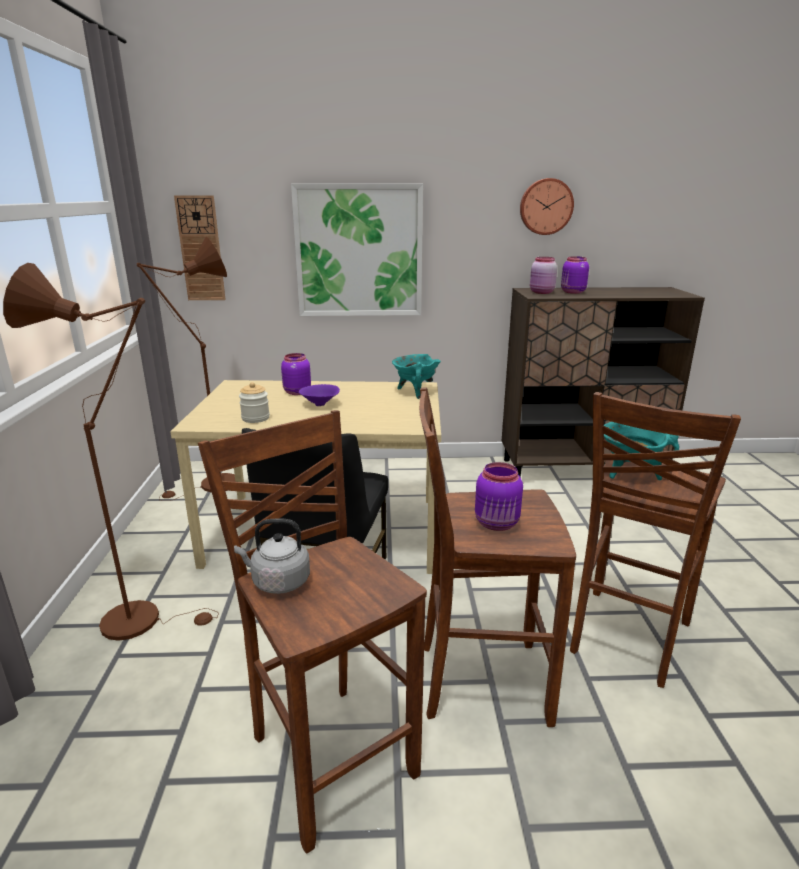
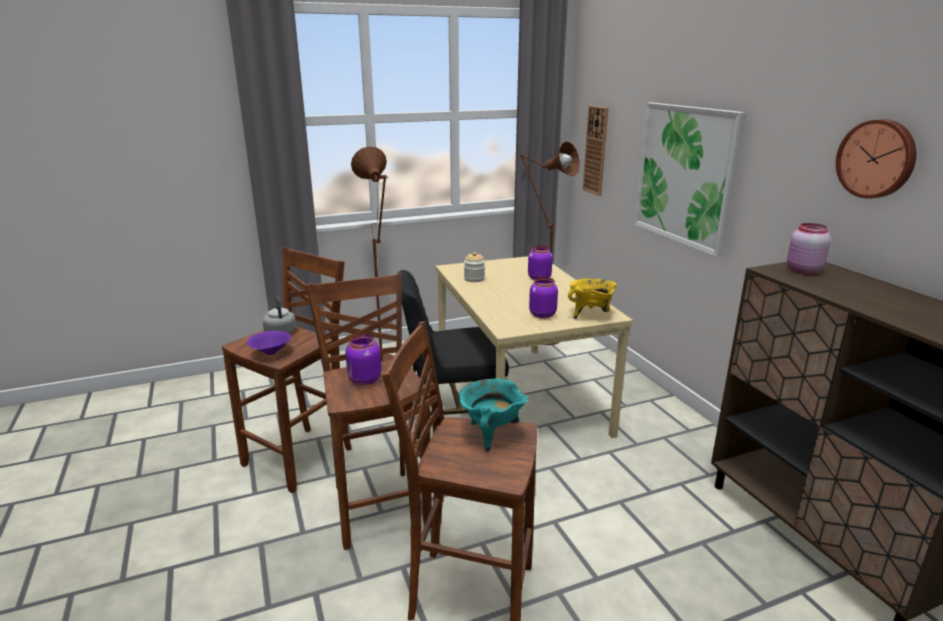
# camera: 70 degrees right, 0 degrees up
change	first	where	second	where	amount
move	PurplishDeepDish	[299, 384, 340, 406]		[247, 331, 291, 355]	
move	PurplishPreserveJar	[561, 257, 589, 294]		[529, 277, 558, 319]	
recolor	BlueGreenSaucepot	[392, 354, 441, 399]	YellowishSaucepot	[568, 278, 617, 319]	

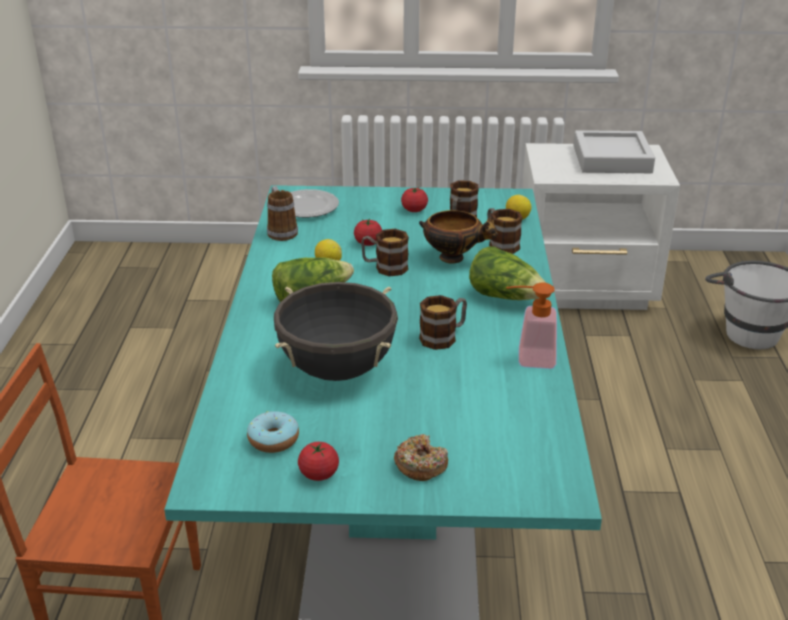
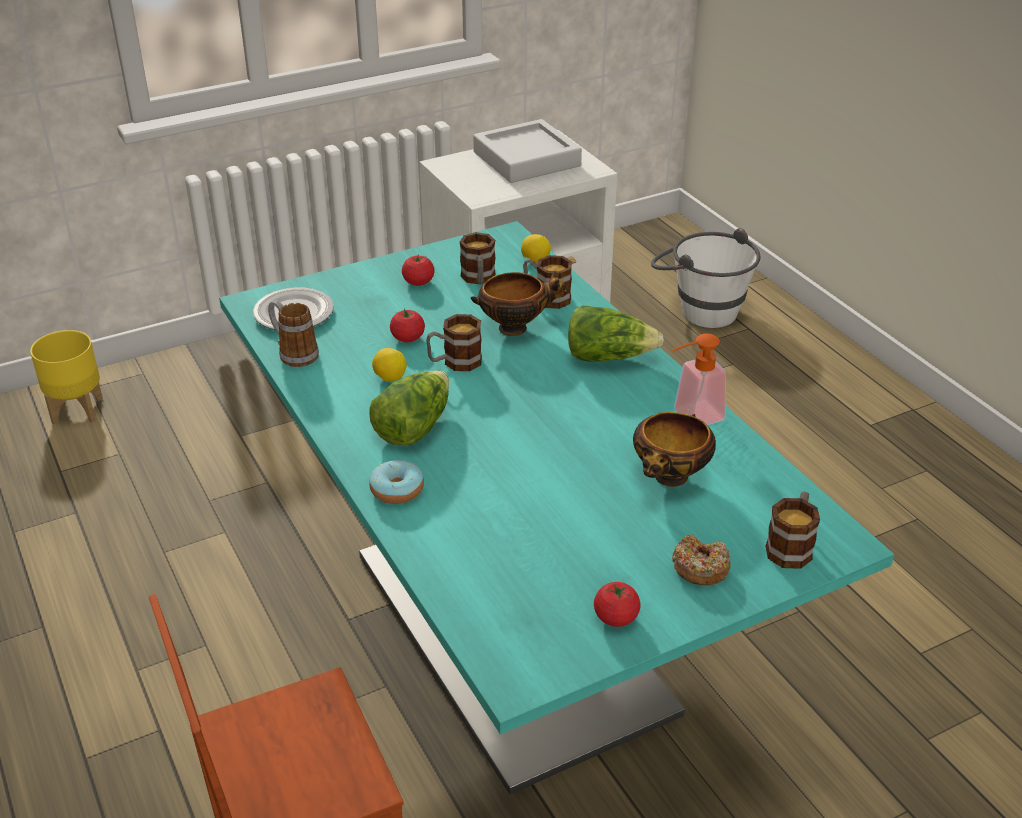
# camera: 30 degrees left, 5 degrees up
change	first	where	second	where	amount
insert			YellowishPlanter	[30, 330, 103, 424]	
move	Donut	[247, 411, 299, 453]		[369, 460, 424, 504]	
insert			DeepDish	[633, 412, 716, 487]	
move	Mug	[419, 295, 467, 350]		[766, 492, 820, 569]	
delete	BlackColouredSaucepot	[274, 282, 398, 381]			

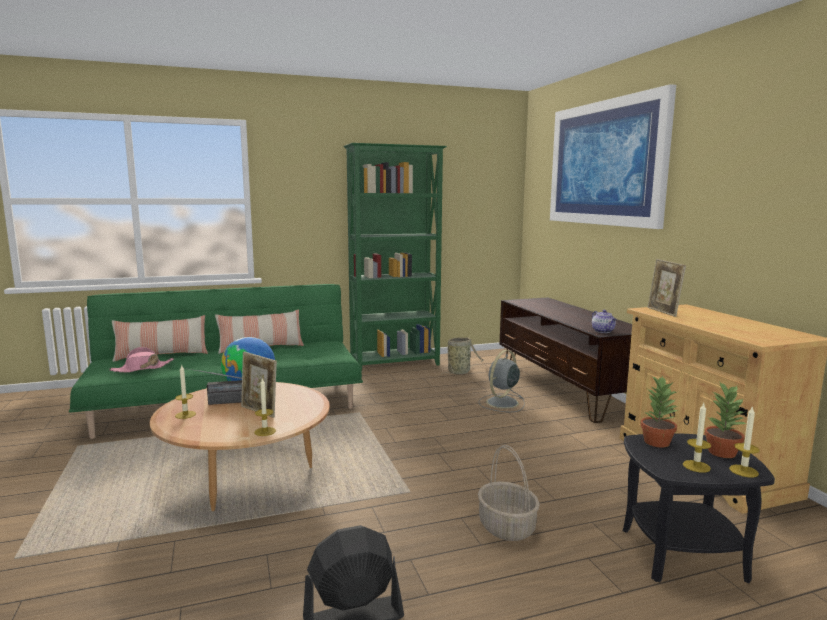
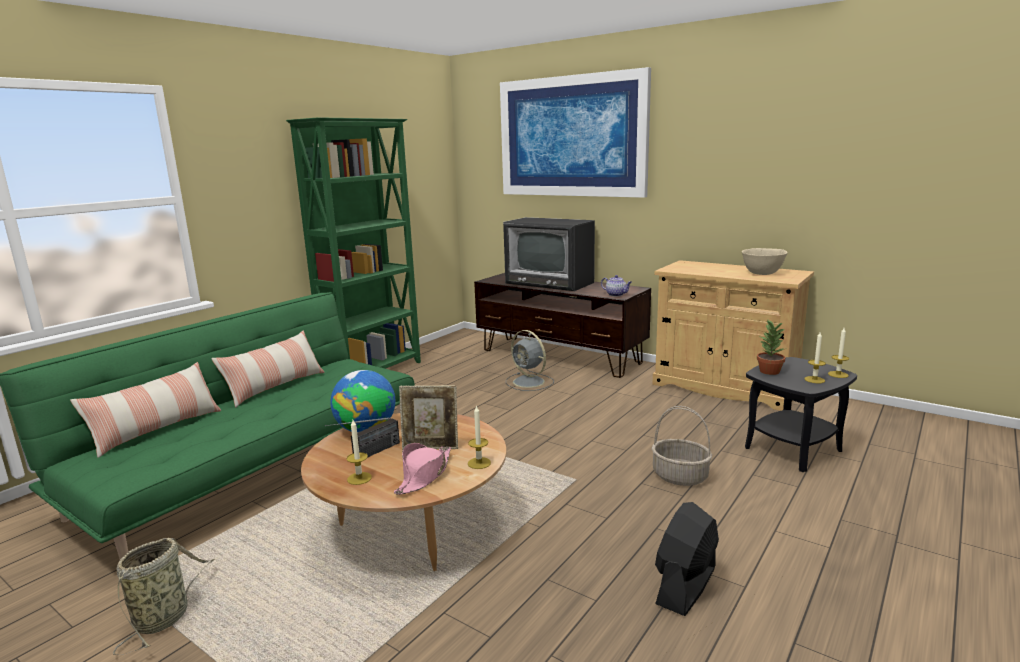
# camera: 35 degrees left, 5 degrees up
change	first	where	second	where	amount
move	Basket	[441, 337, 484, 374]		[113, 538, 215, 655]	
move	PinkWearableHat	[109, 347, 174, 373]		[394, 443, 451, 495]	
insert			Tv	[503, 217, 595, 291]	
rotate	GreyishElectricFan	[478, 350, 525, 412]		[506, 330, 554, 391]	45 degrees counterclockwise
insert			SandColouredDeepDish	[742, 248, 787, 275]	
delete	PhotoFrame	[648, 259, 686, 317]			
delete	Houseplant	[705, 381, 747, 458]			

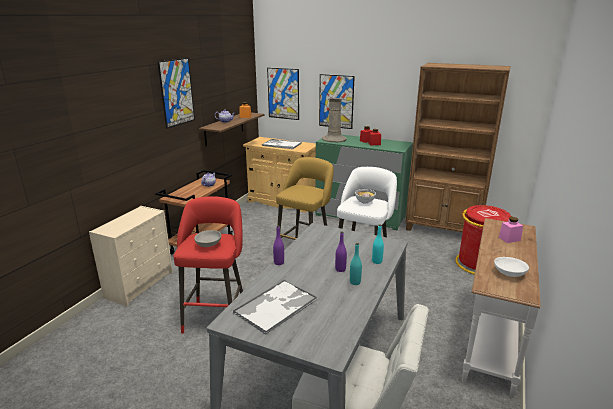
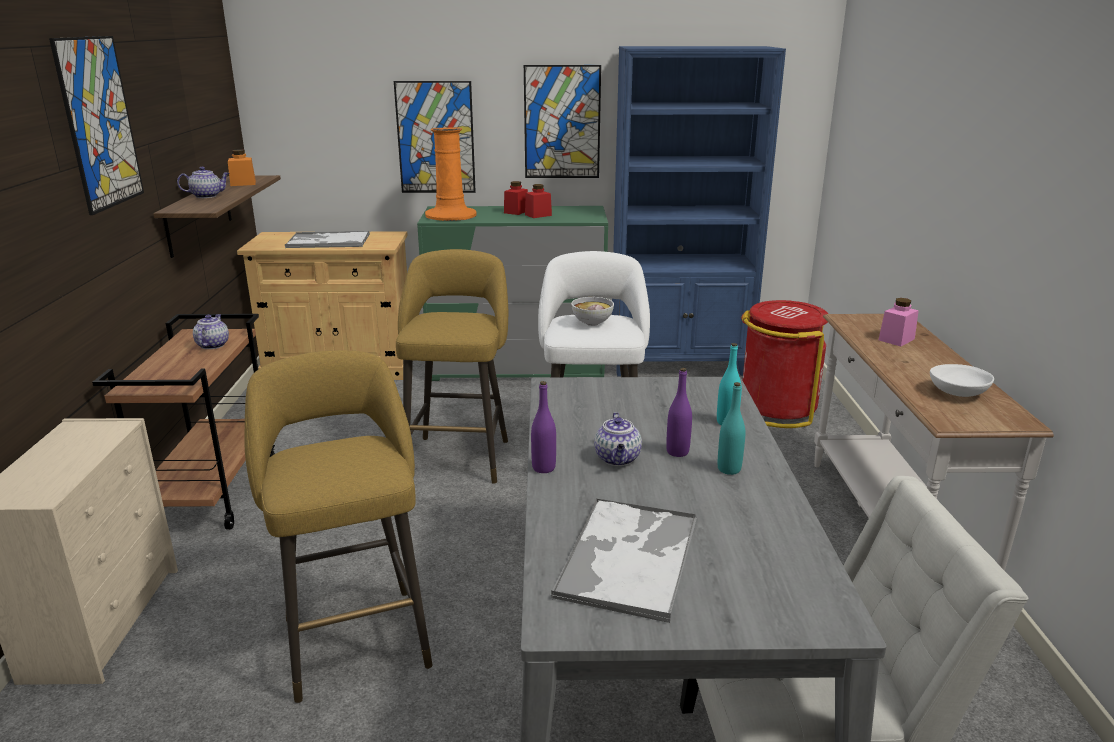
# camera: 25 degrees left, 0 degrees up
change	first	where	second	where	amount
recolor	RedColouredStoolSeat	[174, 196, 243, 333]	YellowishStoolSeat	[244, 350, 433, 703]	
recolor	SandColouredVase	[322, 98, 346, 143]	OrangeColouredVase	[425, 127, 477, 221]	
move	WallPicture	[267, 68, 299, 120]		[524, 65, 601, 178]	
insert			TeaPot	[594, 412, 642, 466]	
recolor	BrownishShelvingUnit	[405, 63, 511, 233]	BluishShelvingUnit	[612, 46, 786, 376]	
delete	GreyishDeepDish	[194, 230, 221, 247]			

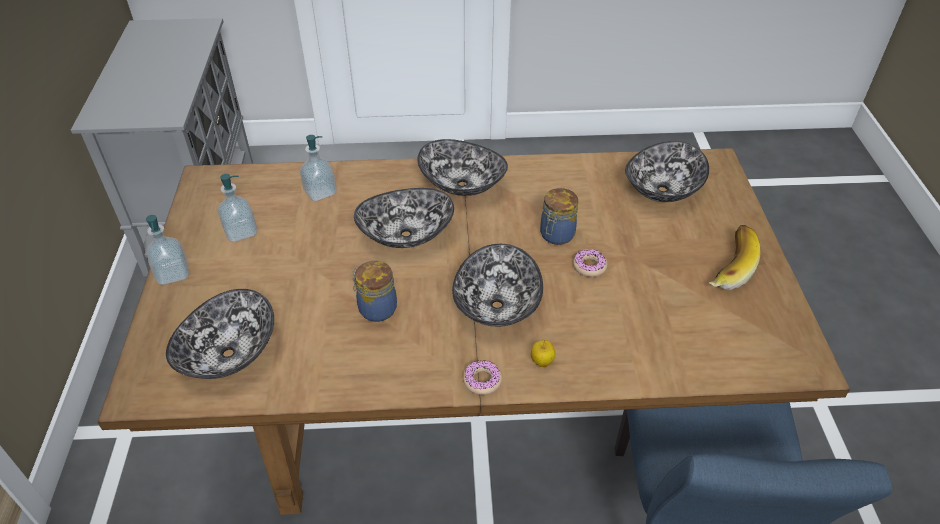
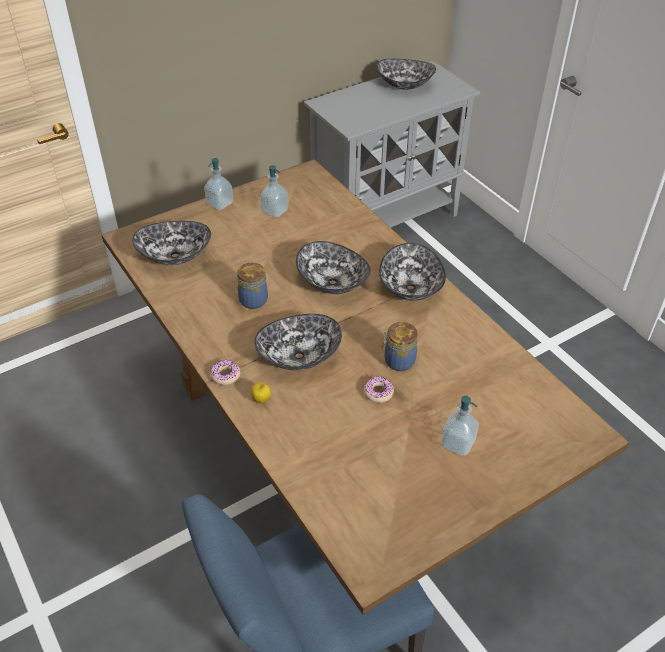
# camera: 60 degrees right, 0 degrees up
change	first	where	second	where	amount
move	DeepDish	[625, 141, 709, 202]		[376, 59, 436, 90]	
move	LiquidSoapBottle	[300, 135, 337, 201]		[441, 396, 478, 456]	
delete	Banana	[708, 225, 761, 290]			

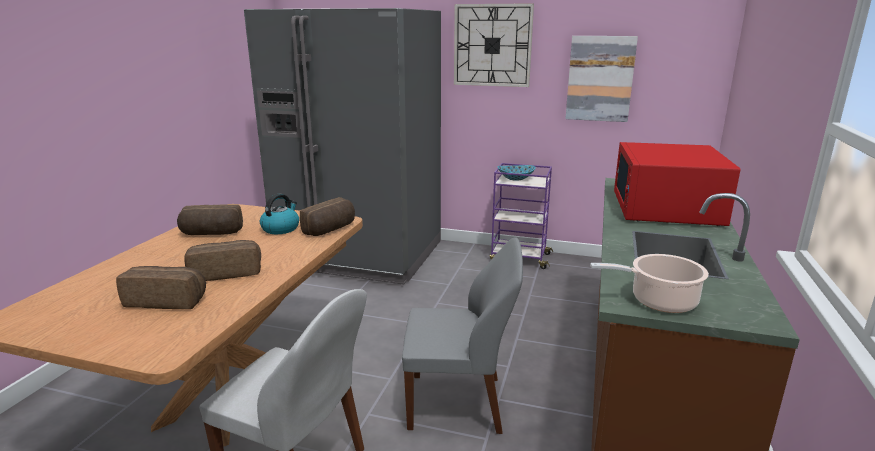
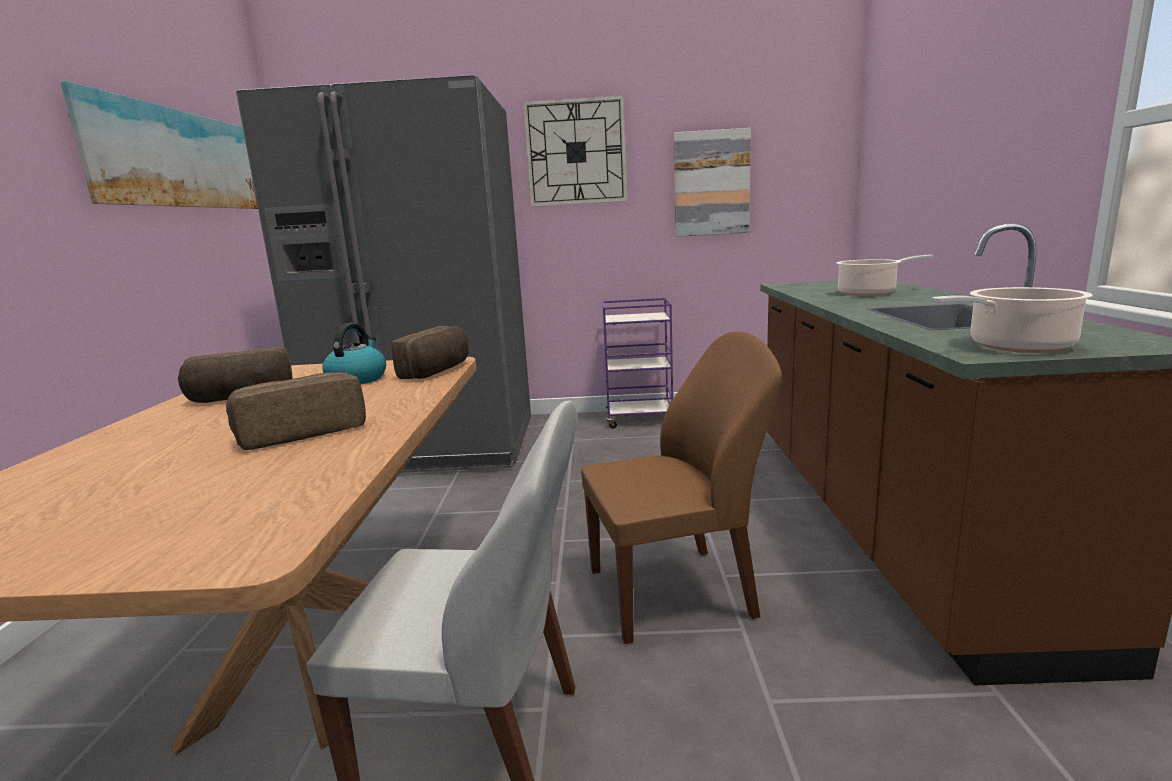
# camera: 15 degrees left, 5 degrees down
change	first	where	second	where	amount
insert			WallPicture	[61, 81, 258, 209]	
recolor	GreyishUprightChair	[402, 237, 523, 434]	BrownishUprightChair	[581, 332, 782, 644]	
replace	RedColouredMicrowaveOven	[614, 142, 741, 226]	Saucepot	[836, 255, 933, 296]	
delete	Bread	[116, 266, 206, 309]			
delete	DeepDish	[498, 165, 536, 181]			

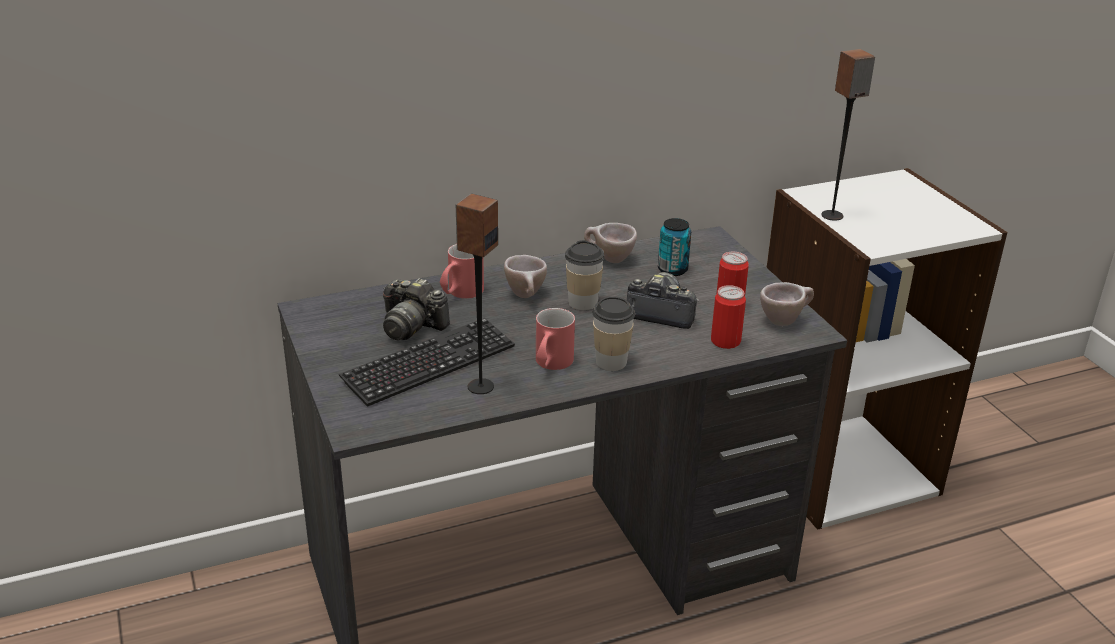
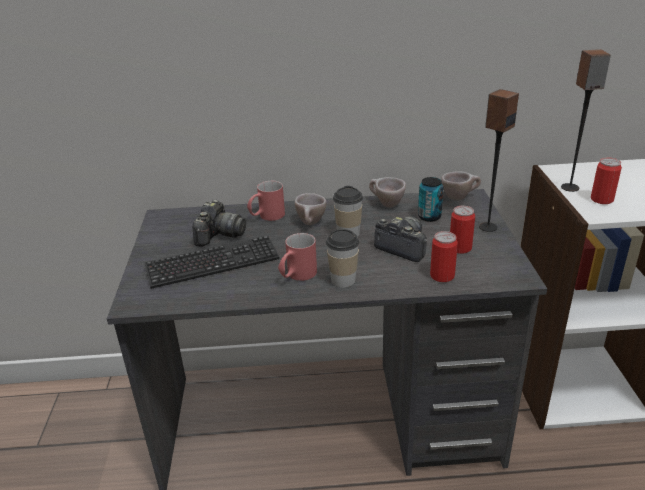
# camera: 20 degrees right, 0 degrees up
change	first	where	second	where	amount
rotate	StillCamera	[383, 278, 450, 341]		[192, 200, 246, 247]	120 degrees counterclockwise
move	SandColouredCup	[760, 282, 814, 326]		[441, 172, 481, 200]	
move	Loudspeaker	[456, 194, 498, 394]		[479, 89, 519, 232]	
insert			Can	[591, 158, 622, 204]	

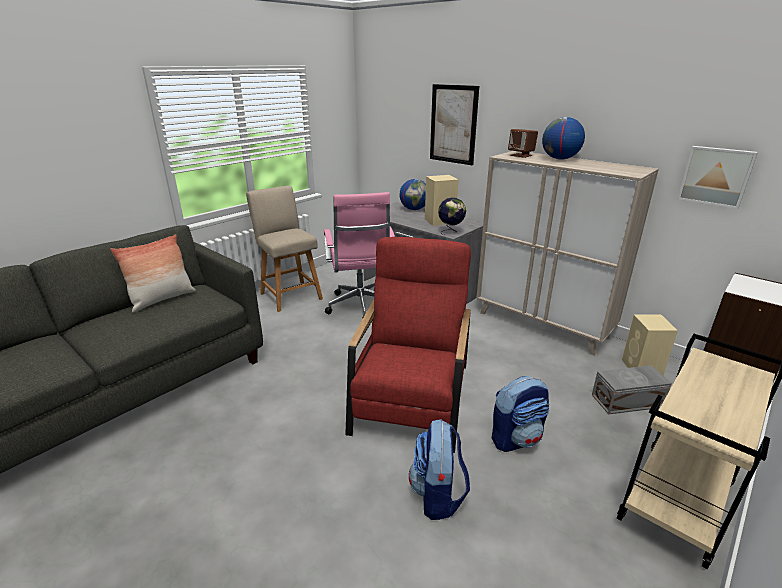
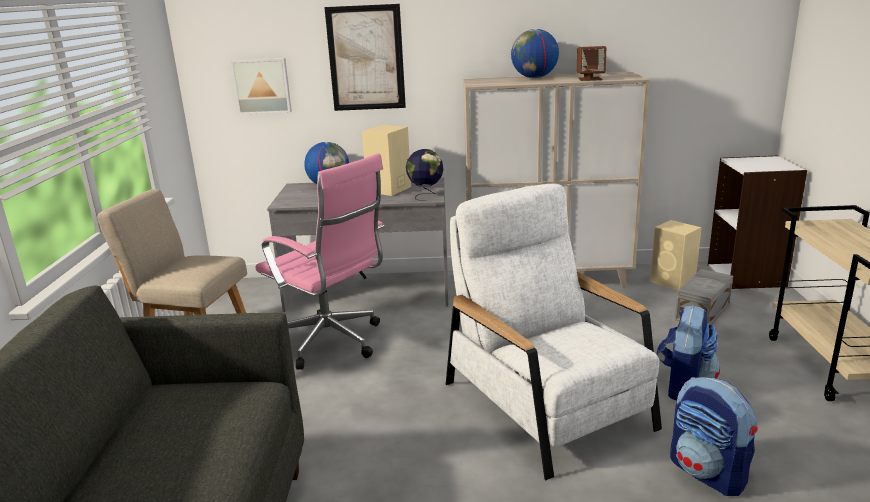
# camera: 40 degrees left, 5 degrees down
change	first	where	second	where	amount
move	WallPicture	[678, 146, 758, 209]		[231, 58, 292, 115]	
recolor	RedColouredArmchair	[345, 237, 471, 453]	WhitishArmchair	[446, 184, 662, 480]	
move	BrownishLoudspeaker	[508, 129, 538, 158]		[577, 46, 606, 81]	
delete	Pillow	[110, 234, 196, 313]			

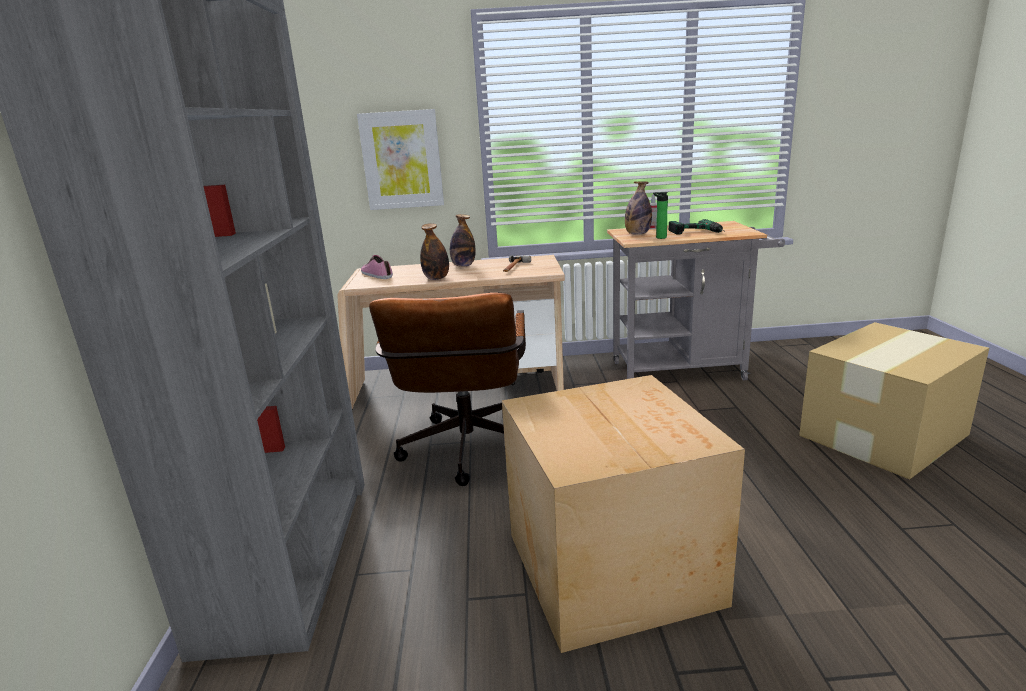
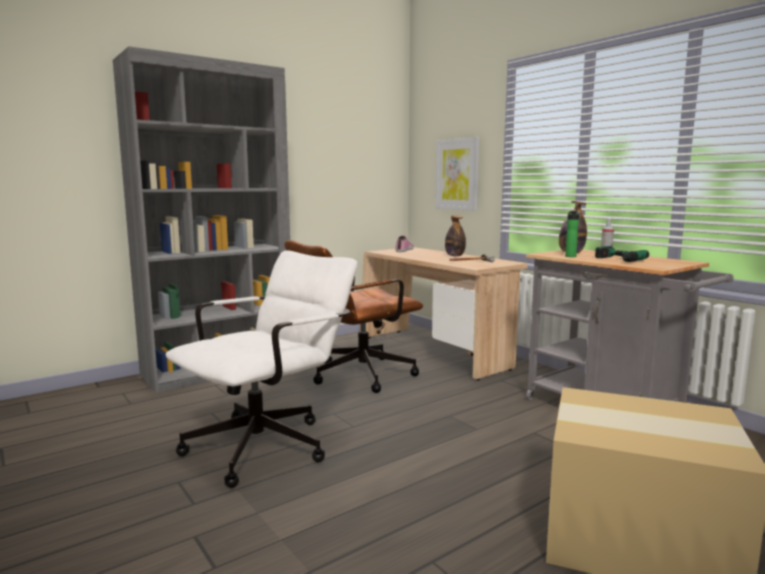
# camera: 55 degrees right, 10 degrees down
change	first	where	second	where	amount
replace	CardboardBox	[502, 375, 745, 653]	WhitishComputerChair	[166, 251, 357, 488]	
delete	BeverageBottle	[420, 223, 449, 280]			

